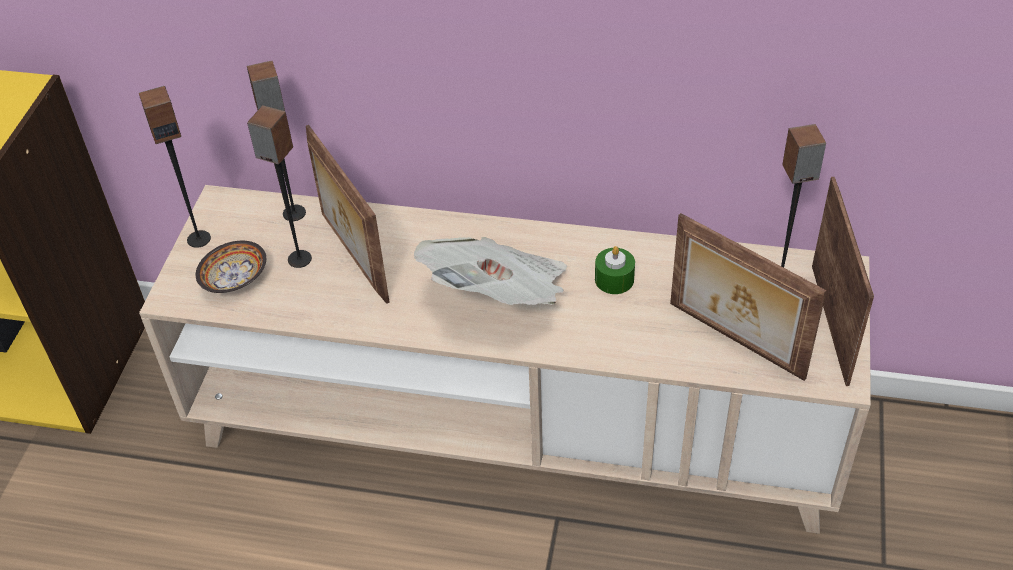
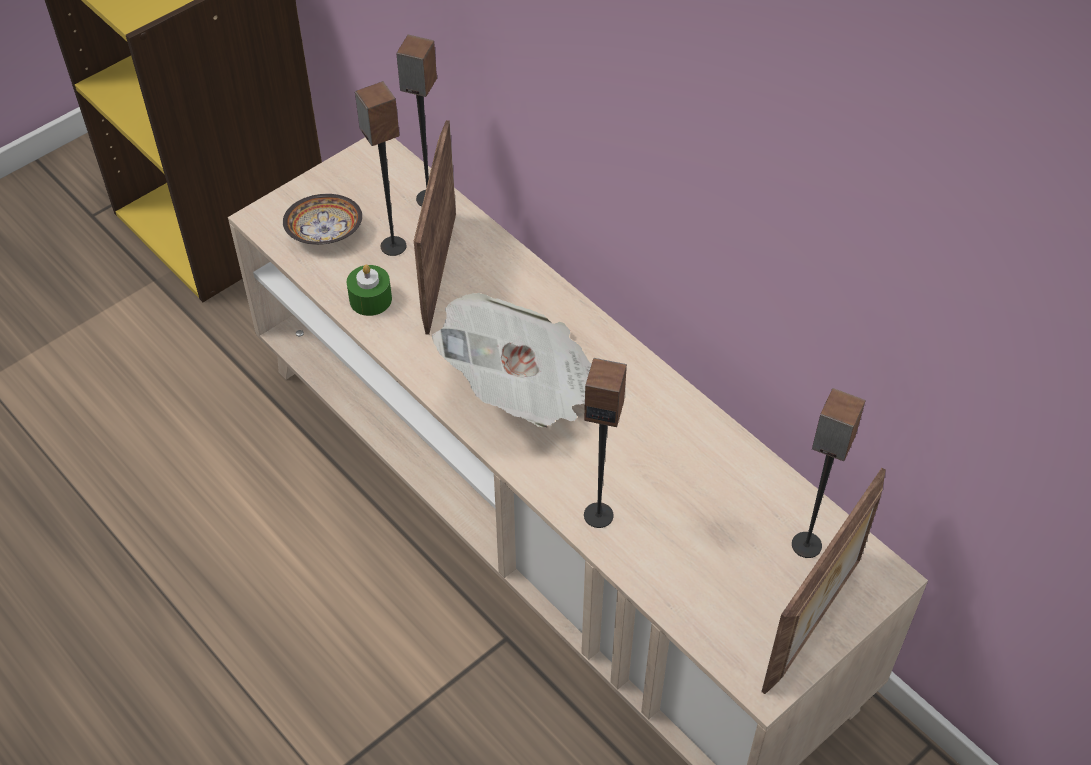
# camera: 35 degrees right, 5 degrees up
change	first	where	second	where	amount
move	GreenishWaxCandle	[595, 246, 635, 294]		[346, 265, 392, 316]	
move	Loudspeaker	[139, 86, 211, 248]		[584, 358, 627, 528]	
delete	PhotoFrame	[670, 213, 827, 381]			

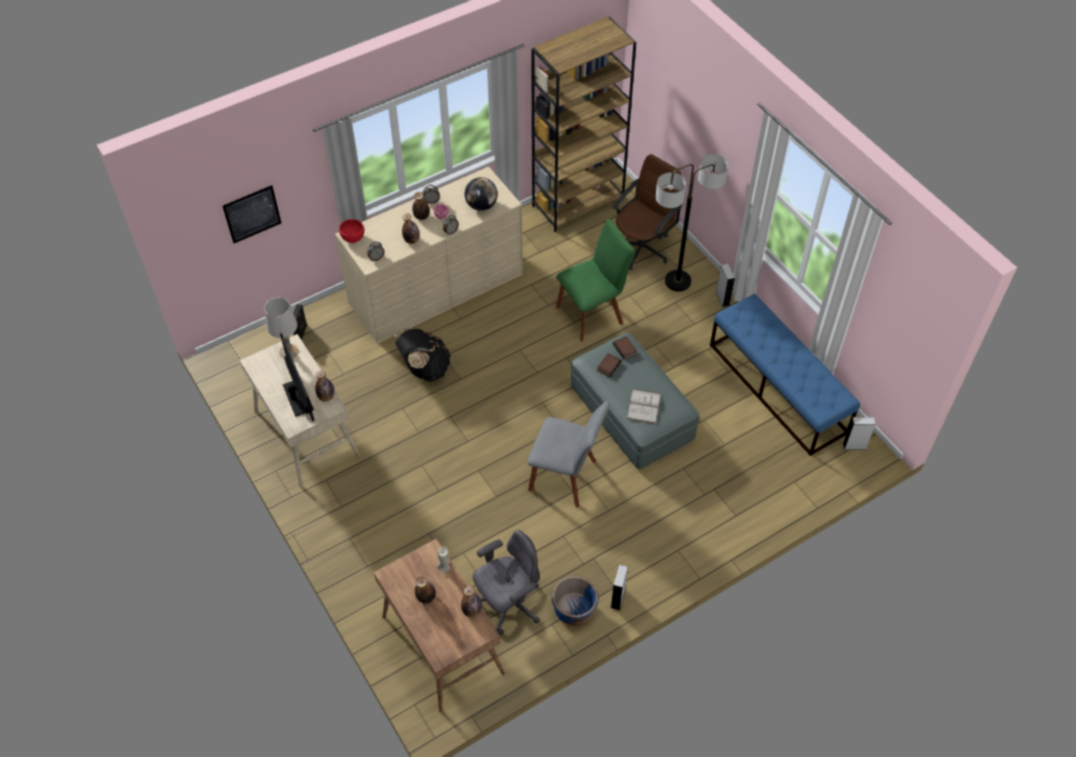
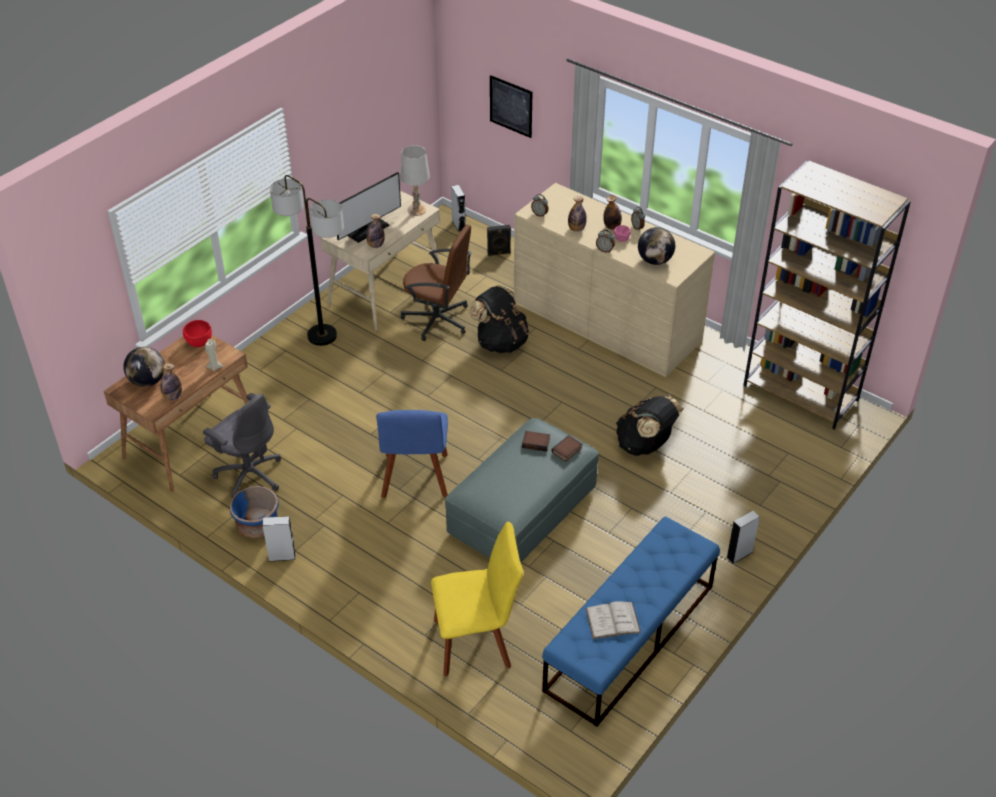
# camera: 70 degrees right, 10 degrees down
change	first	where	second	where	amount
insert			DeskGlobe	[124, 347, 165, 387]	
move	RedColouredDeepDish	[339, 219, 364, 243]		[183, 320, 212, 347]	
move	StandingLamp	[656, 154, 729, 291]		[270, 175, 344, 346]	
recolor	GreyishUprightChair	[527, 401, 610, 508]	BluishUprightChair	[376, 410, 448, 498]	
move	BrownishComputerChair	[613, 154, 682, 270]		[400, 225, 472, 341]	
insert			YellowishUprightChair	[431, 522, 524, 676]	
move	GreyishLoudspeaker	[843, 417, 876, 450]		[451, 185, 466, 232]	
move	WhitishVolume	[627, 389, 661, 424]		[586, 602, 641, 639]	
replace	GreenishUprightChair	[556, 219, 635, 341]	BlackColouredRucksack	[616, 396, 684, 456]	
delete	BeverageBottle	[415, 576, 436, 604]			

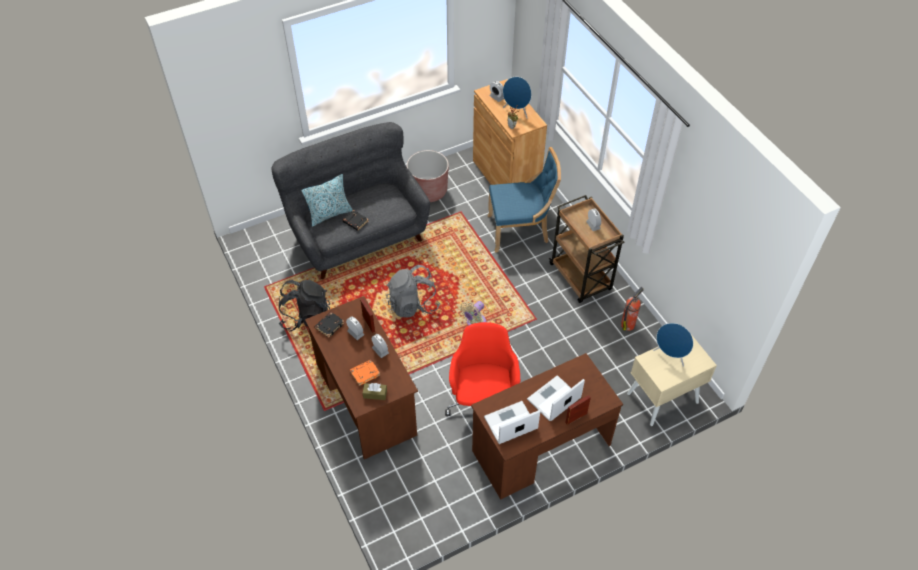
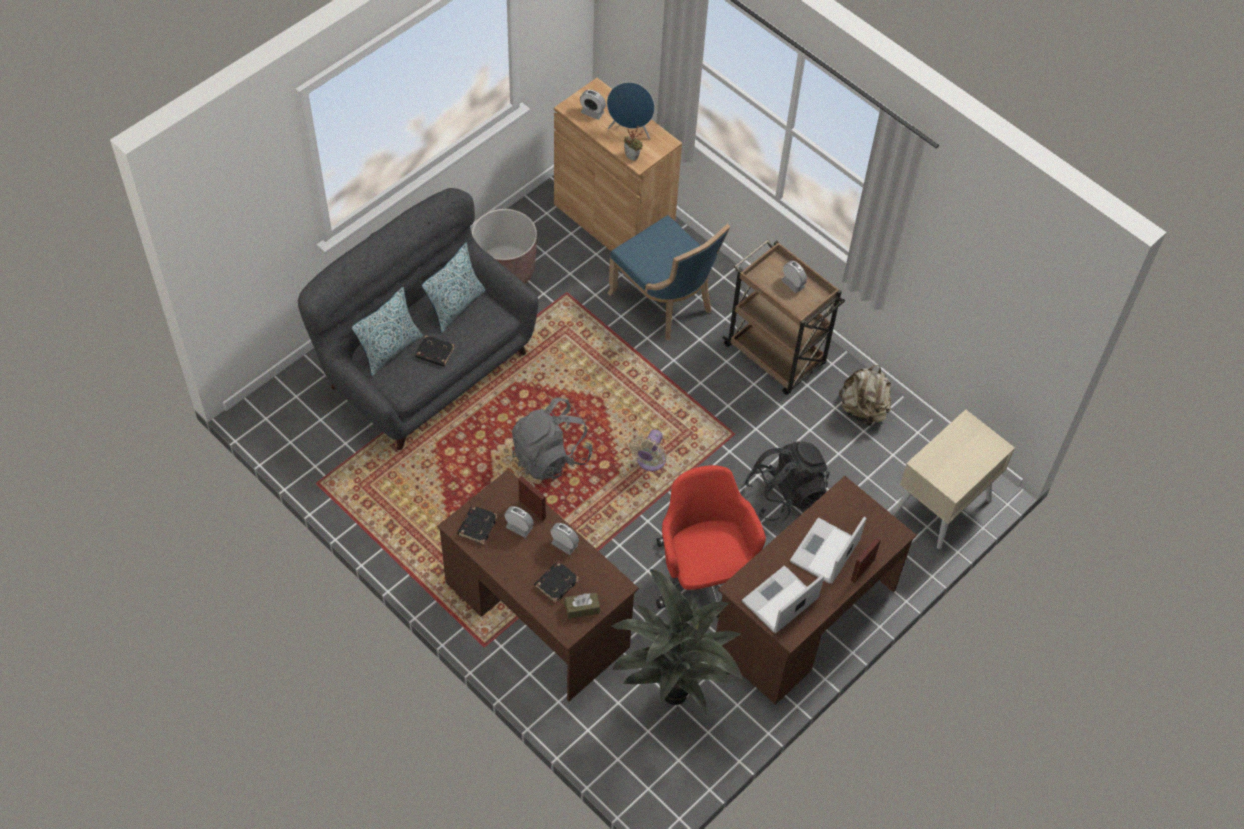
# camera: 20 degrees left, 5 degrees up
change	first	where	second	where	amount
insert			Pillow	[422, 243, 486, 333]	
recolor	OrangeColouredVolume	[350, 360, 380, 386]	BlackColouredVolume	[534, 561, 579, 603]	
rotate	BluishUprightChair	[488, 147, 561, 253]		[608, 215, 730, 340]	75 degrees clockwise
insert			Houseplant	[611, 569, 743, 714]	
move	BlackColouredRucksack	[279, 280, 330, 331]		[745, 441, 830, 523]	
replace	FireExtinguisher	[621, 287, 644, 331]	SandColouredRucksack	[839, 365, 891, 427]	
delete	BluishLoudspeaker	[653, 323, 693, 367]			

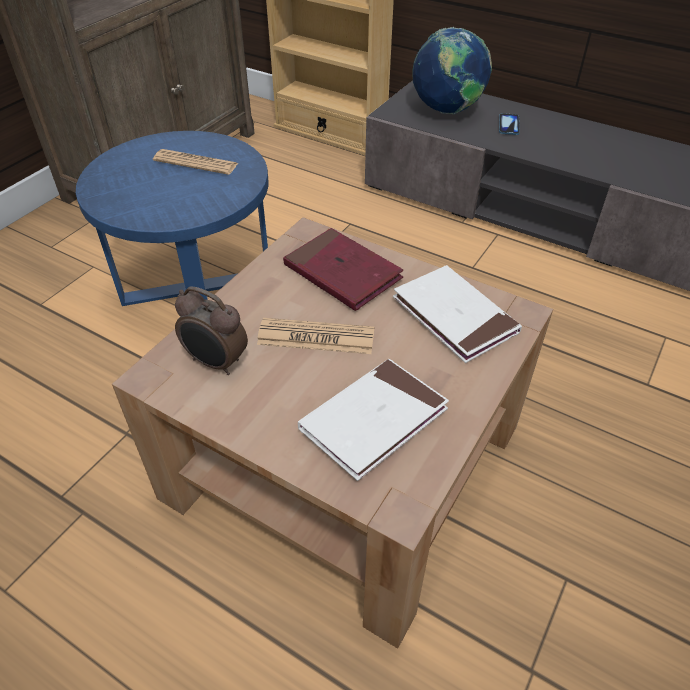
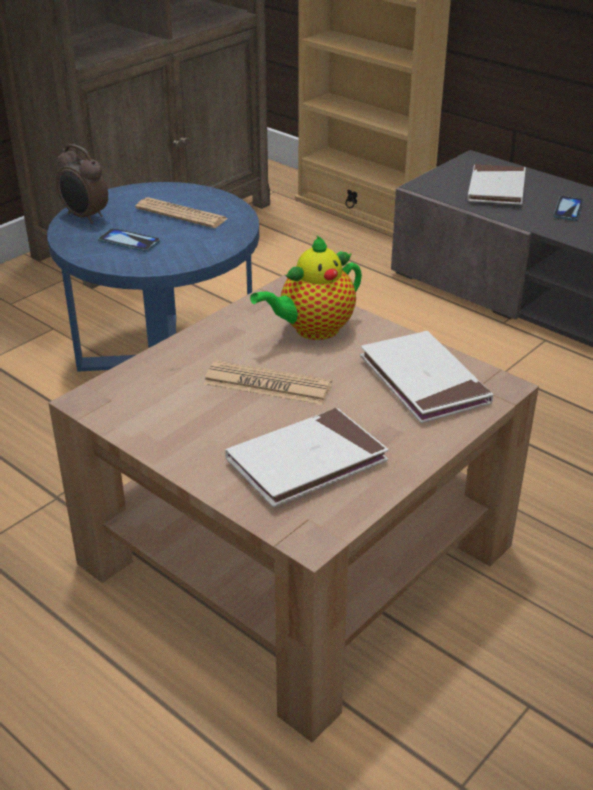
# camera: 10 degrees right, 10 degrees down
change	first	where	second	where	amount
move	AlarmClock	[175, 286, 248, 375]		[56, 144, 108, 224]	
insert			Phone	[98, 228, 160, 252]	
replace	RedColouredVolume	[283, 228, 403, 311]	TeaPot	[250, 235, 362, 340]	
replace	DeskGlobe	[413, 27, 492, 114]	WhitishVolume	[467, 164, 526, 205]	

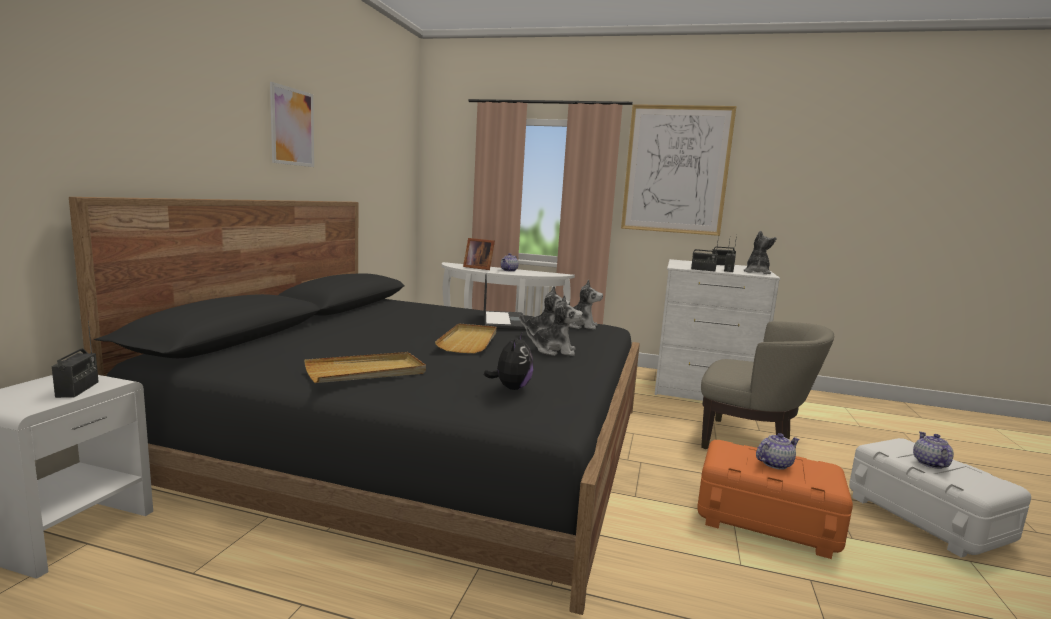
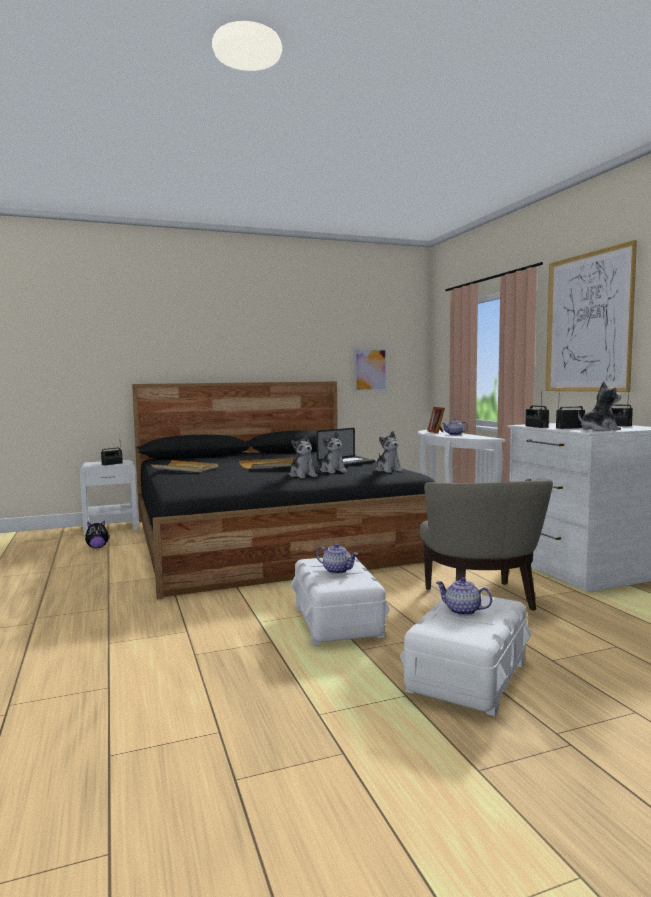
# camera: 55 degrees right, 5 degrees down
change	first	where	second	where	amount
move	CuddlyToy	[484, 333, 534, 390]		[85, 520, 110, 548]	
recolor	OrangeColouredStorageBin	[697, 440, 853, 559]	WhitishStorageBin	[291, 557, 390, 645]	
move	WallPicture	[270, 82, 314, 167]		[354, 348, 387, 392]	
rotate	TeaPot	[913, 431, 954, 469]		[436, 578, 492, 616]	120 degrees counterclockwise

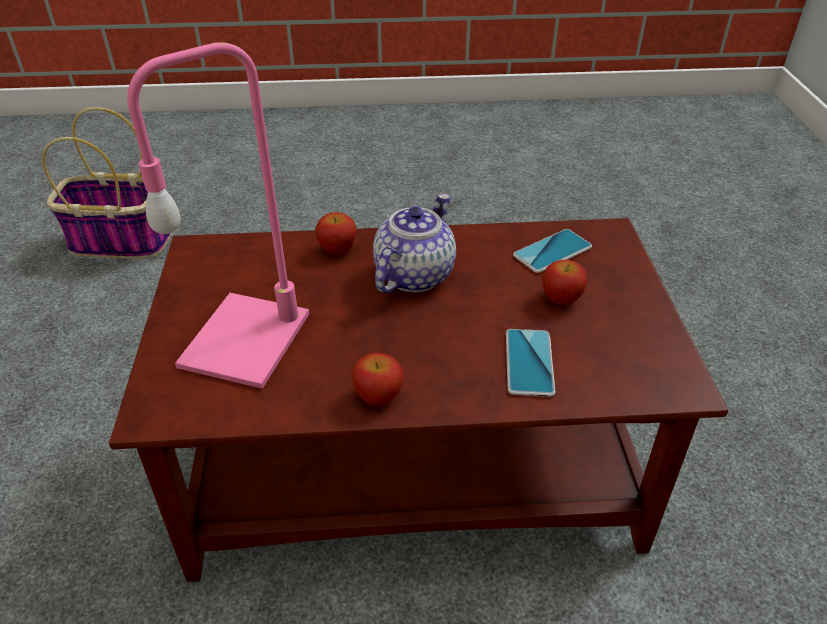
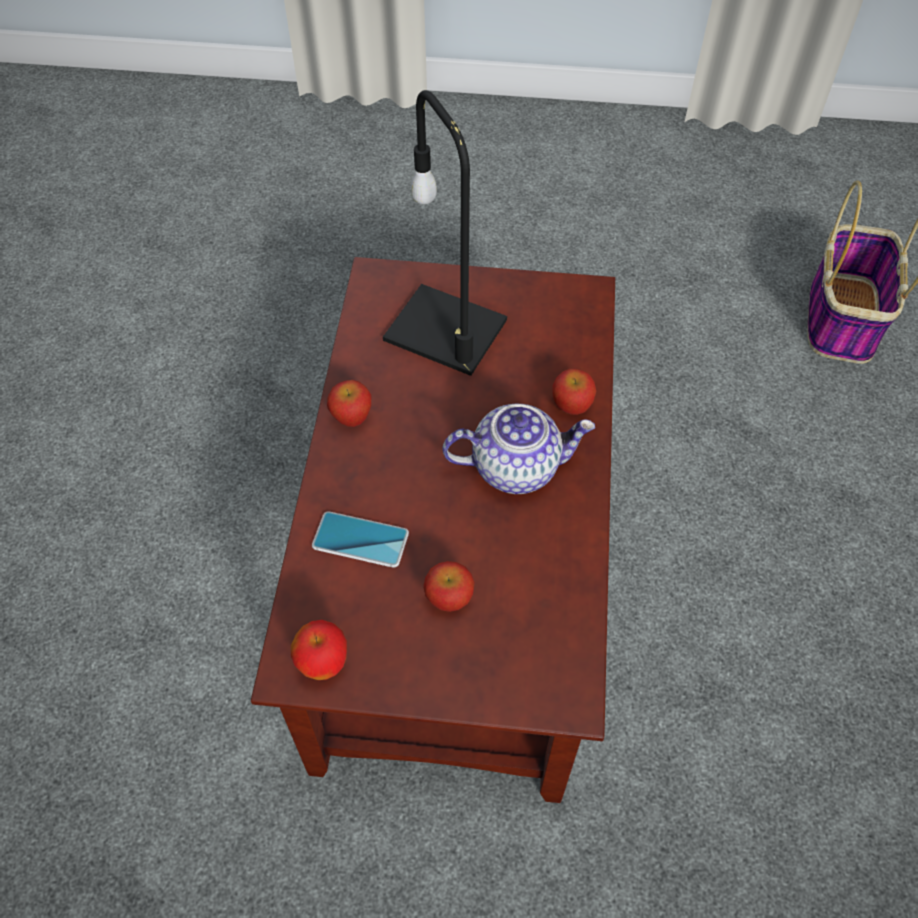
# camera: 100 degrees right, 15 degrees up
change	first	where	second	where	amount
insert			Apple	[291, 620, 347, 680]	
recolor	PinkTableLamp	[127, 42, 310, 389]	BlackColouredTableLamp	[383, 90, 507, 376]	
rotate	TeaPot	[373, 194, 456, 293]		[442, 404, 595, 494]	45 degrees counterclockwise
delete	Phone	[513, 229, 592, 273]			

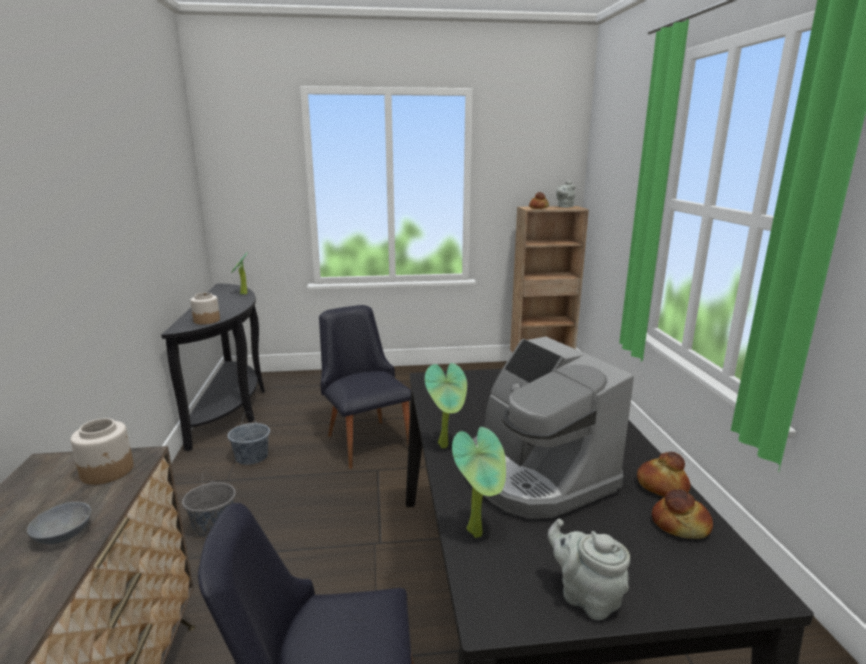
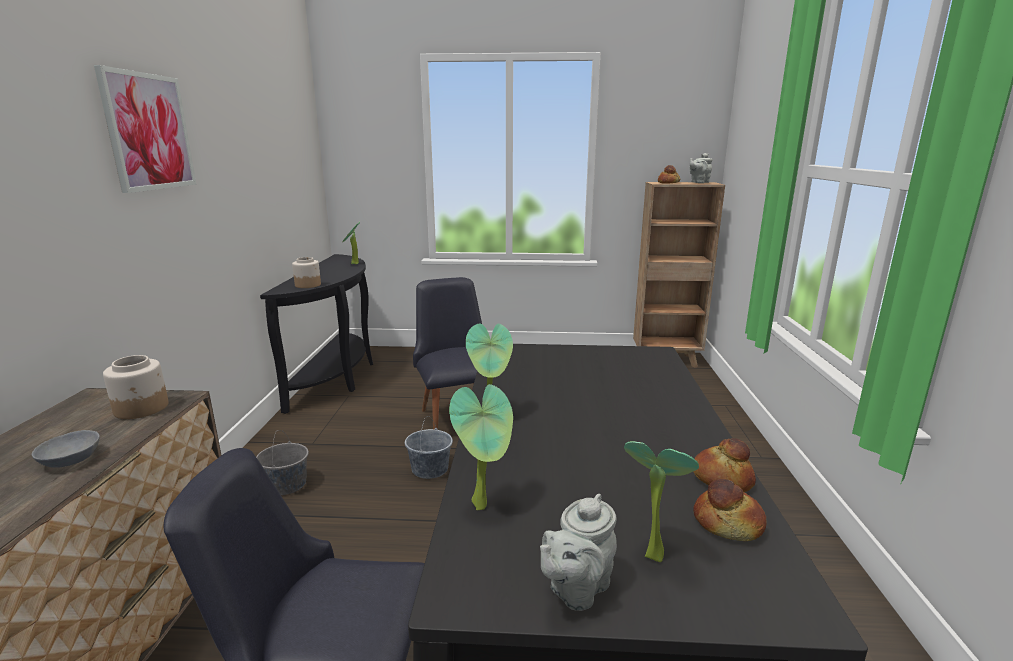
# camera: 10 degrees right, 0 degrees up
change	first	where	second	where	amount
insert			WallPicture	[94, 65, 196, 193]	
move	GreyishBucket	[227, 412, 270, 465]		[405, 416, 453, 479]	
rotate	GreyishTeaPot	[548, 519, 630, 620]		[540, 494, 617, 611]	105 degrees counterclockwise
insert			Houseplant	[624, 441, 699, 562]	
delete	CoffeeMachine	[473, 337, 634, 519]			

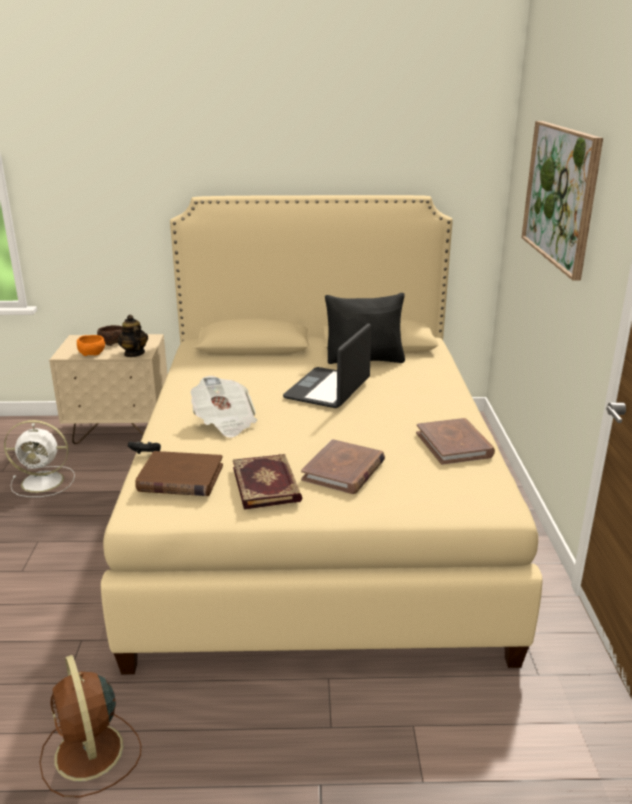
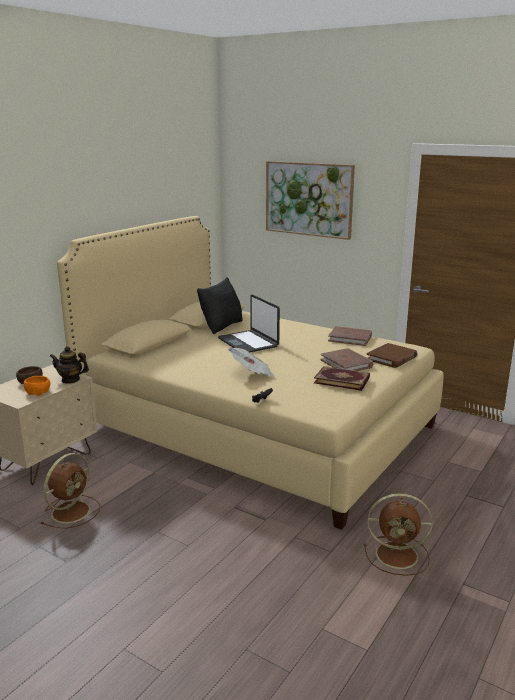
# camera: 55 degrees left, 5 degrees down
change	first	where	second	where	amount
recolor	WhitishElectricFan	[4, 420, 75, 497]	BrownishElectricFan	[41, 453, 100, 529]	
move	BrownishVolume	[135, 451, 223, 496]		[366, 343, 418, 368]	

